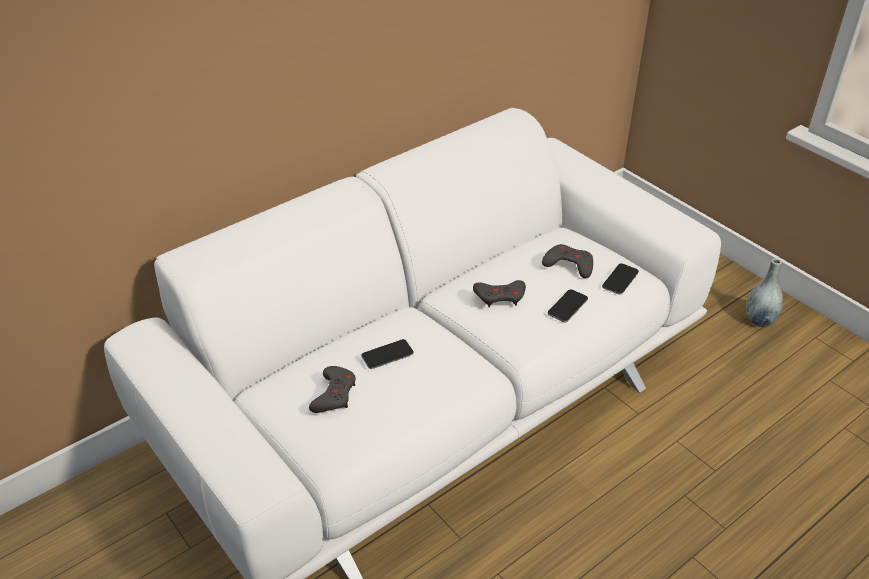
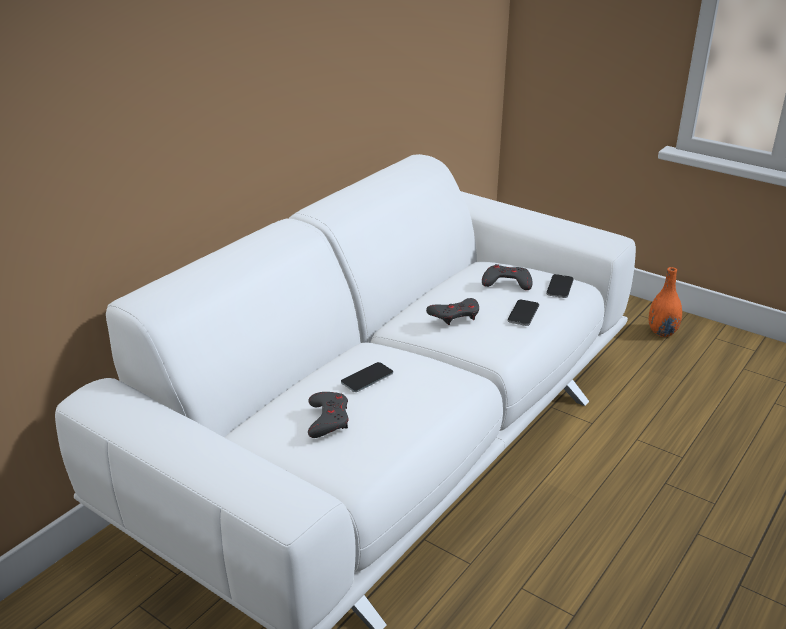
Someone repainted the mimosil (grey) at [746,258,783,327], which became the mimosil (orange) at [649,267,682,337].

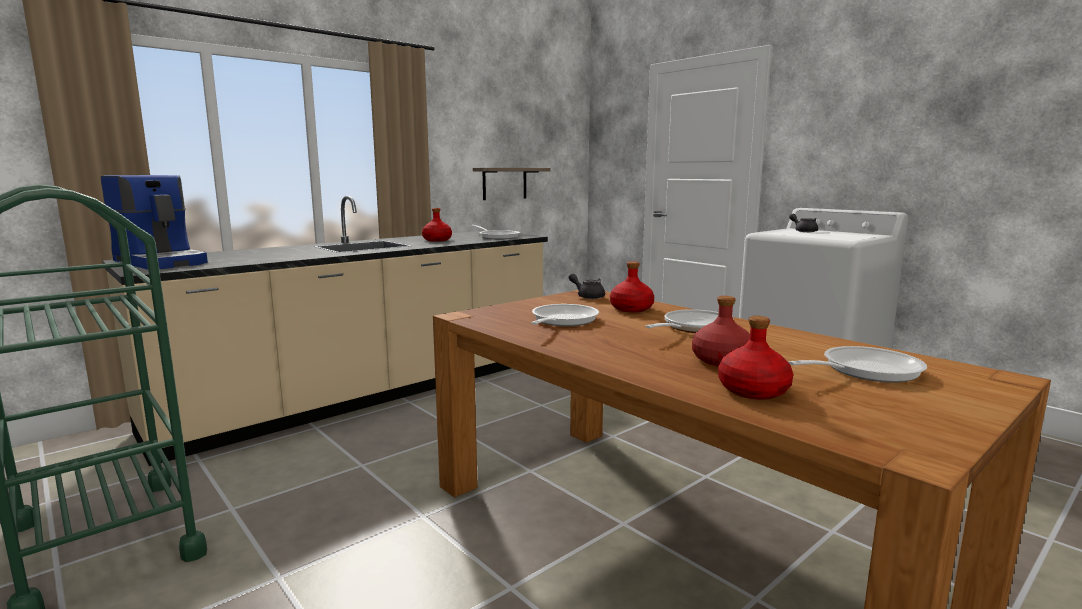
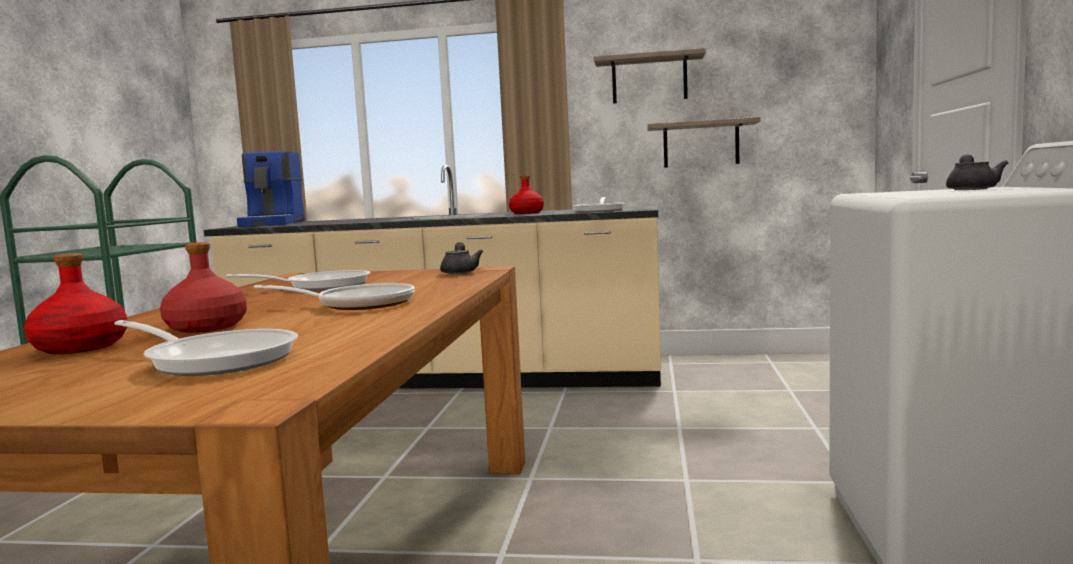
Someone took away the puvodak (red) at [610,261,654,312].
Someone put up the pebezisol at [594,48,706,104].

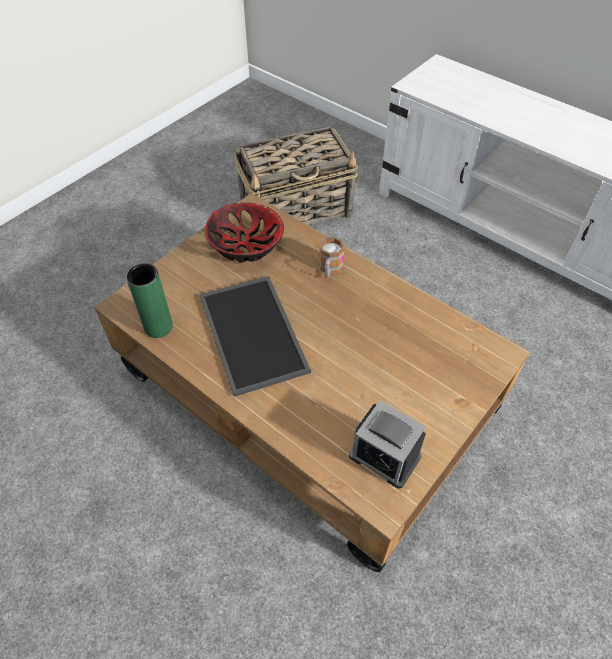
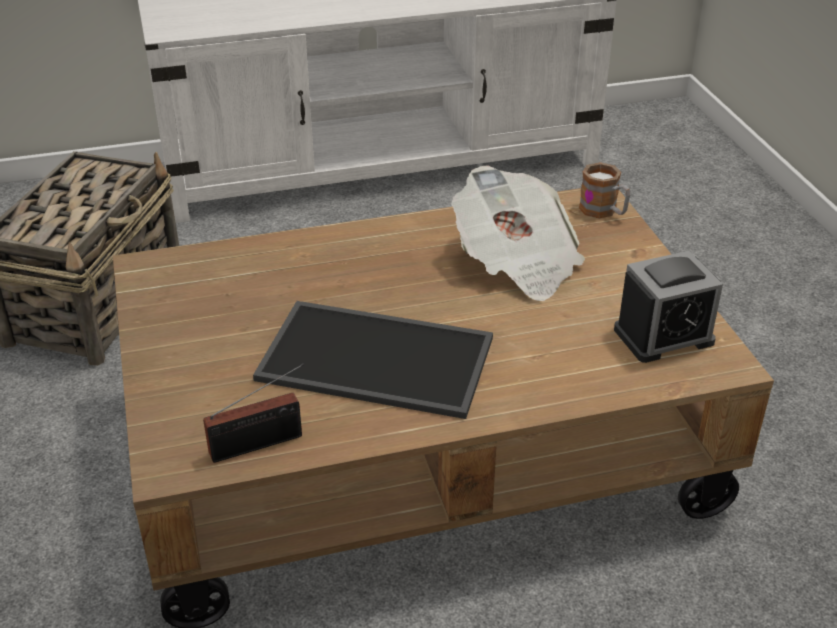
Someone swapped the mimosil (green) at [126,263,173,338] for the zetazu at [203,364,304,463].
Someone took away the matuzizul at [205,203,284,263].
Someone carried the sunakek from [319,237,345,278] to [579,162,631,218].
Someone put down the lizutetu at [452,166,585,301].

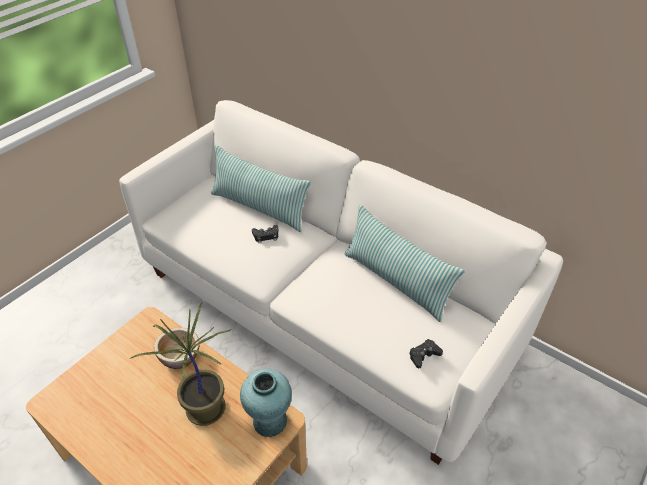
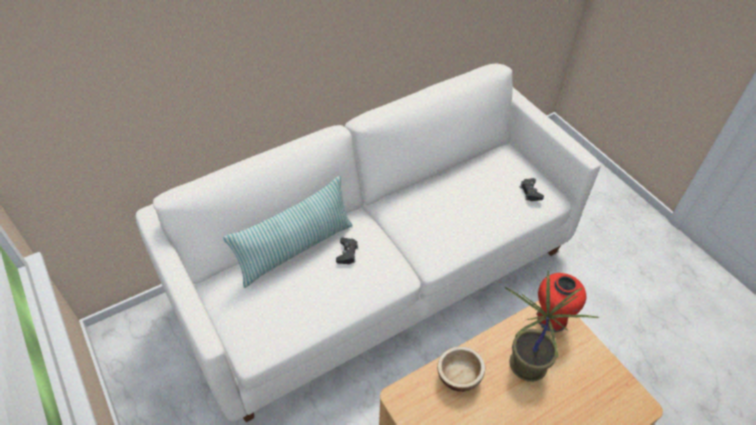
Someone repainted the mimosil (turquoise) at [240,369,292,437], which became the mimosil (red) at [537,273,586,332].
Someone took away the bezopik at [344,205,465,322].

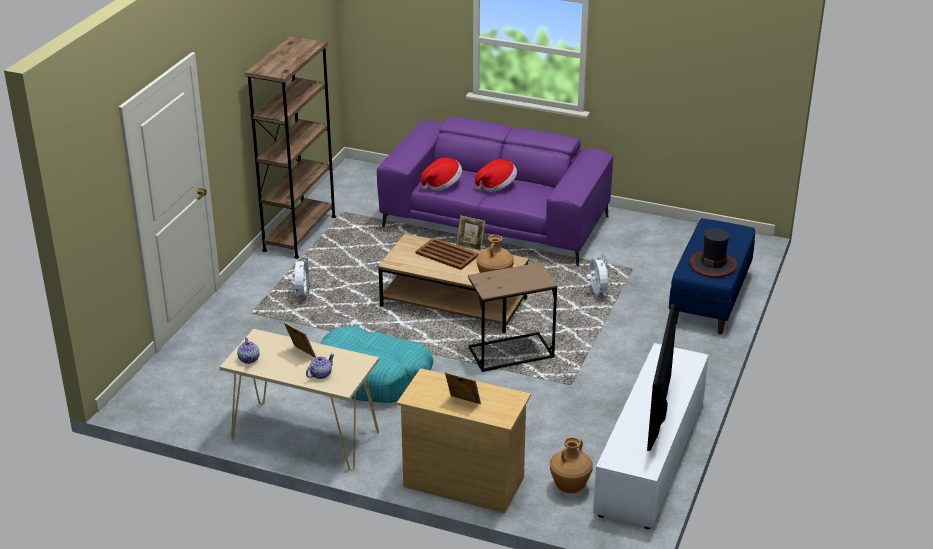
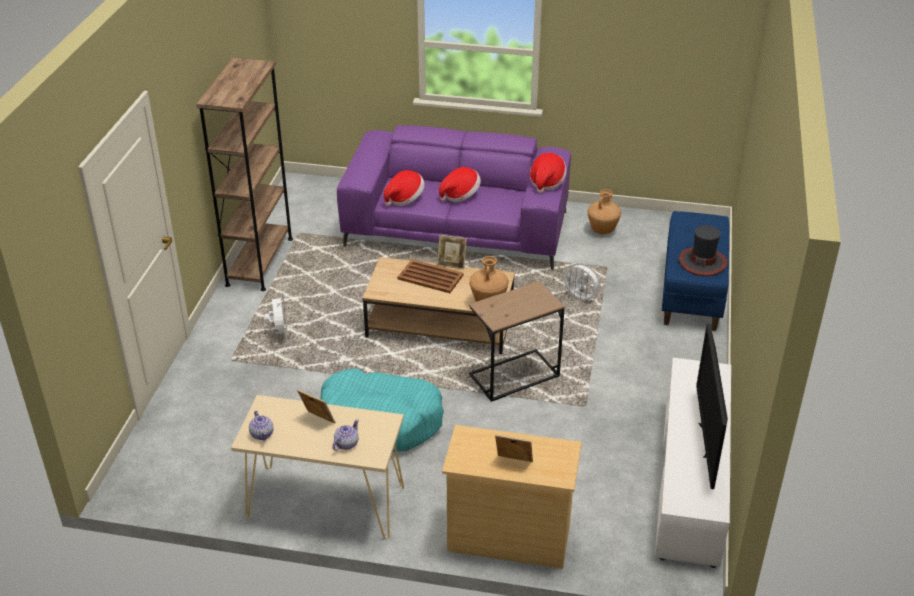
Someone carried the mimosil (brown) from [550,437,593,493] to [587,190,621,234].
Someone rotated the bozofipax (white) at [586,256,612,297] by 150 degrees clockwise.
Someone put down the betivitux at [530,153,567,193].

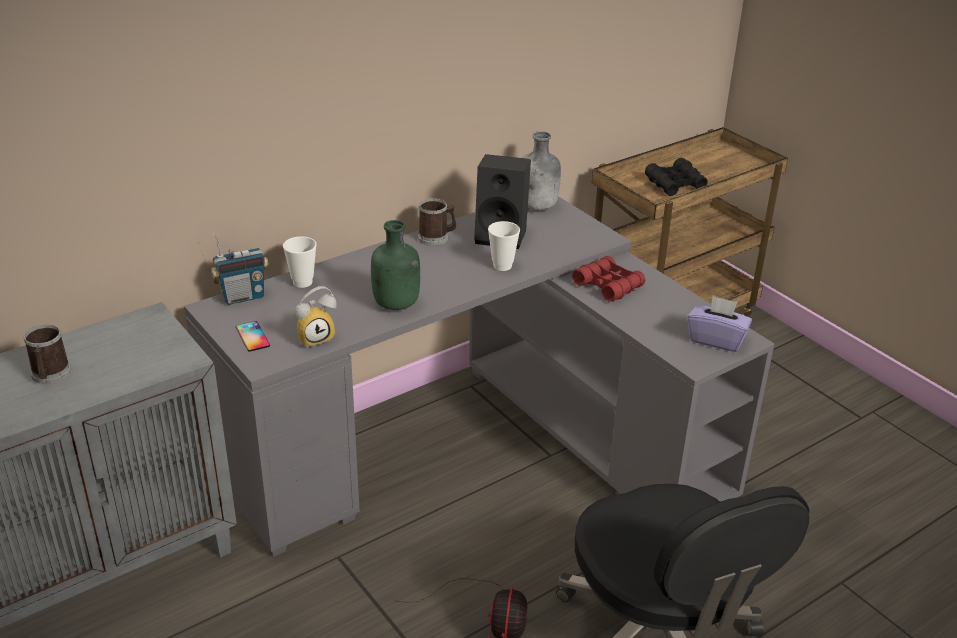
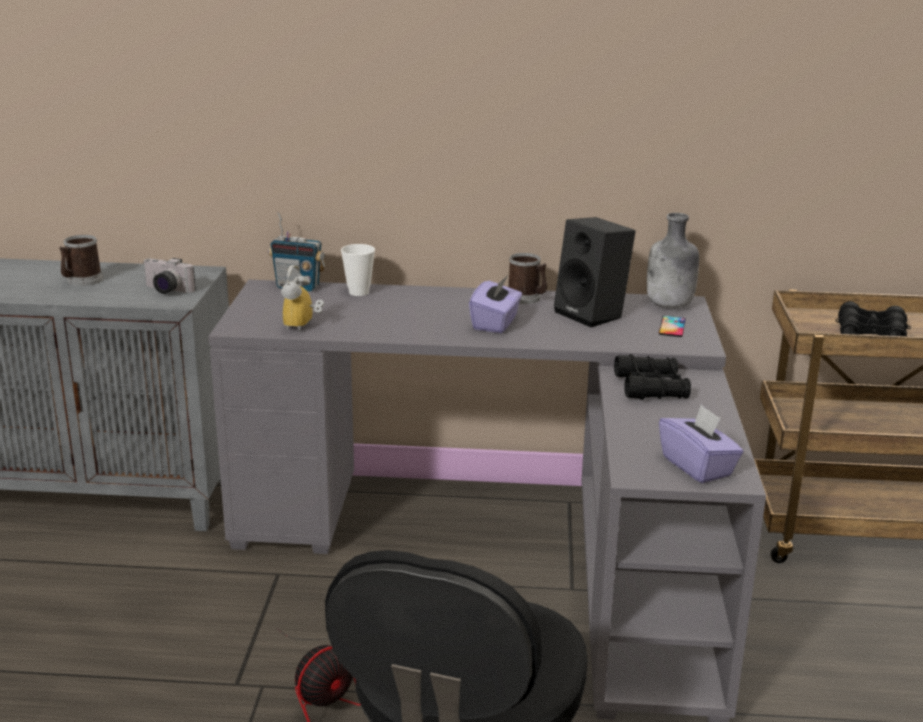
Someone carried the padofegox from [236,321,270,352] to [659,316,686,337].
Someone rotated the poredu at [294,286,337,348] by 90 degrees clockwise.
Someone took away the puvodak (green) at [371,220,420,310].
Someone took away the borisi at [488,221,520,271].
Someone repainted the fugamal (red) at [572,256,646,302], which became the fugamal (black) at [614,354,691,400].
Someone put down the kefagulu at [144,258,196,294].
Someone put down the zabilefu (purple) at [469,275,522,333].

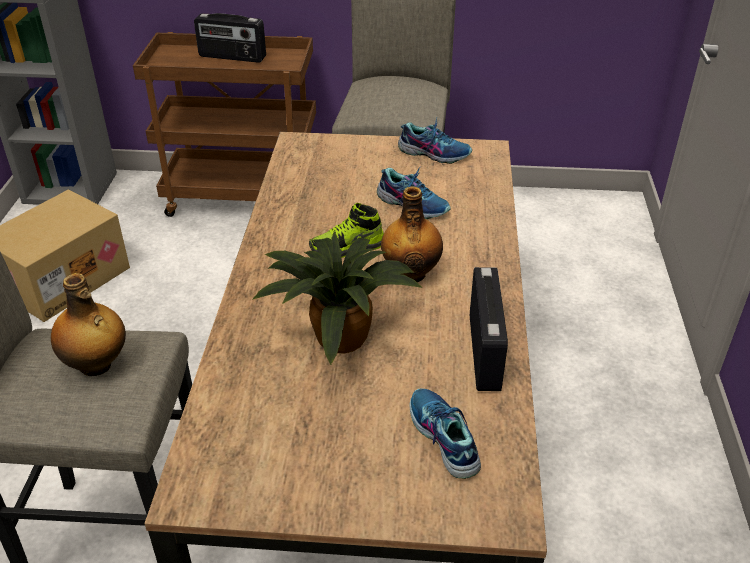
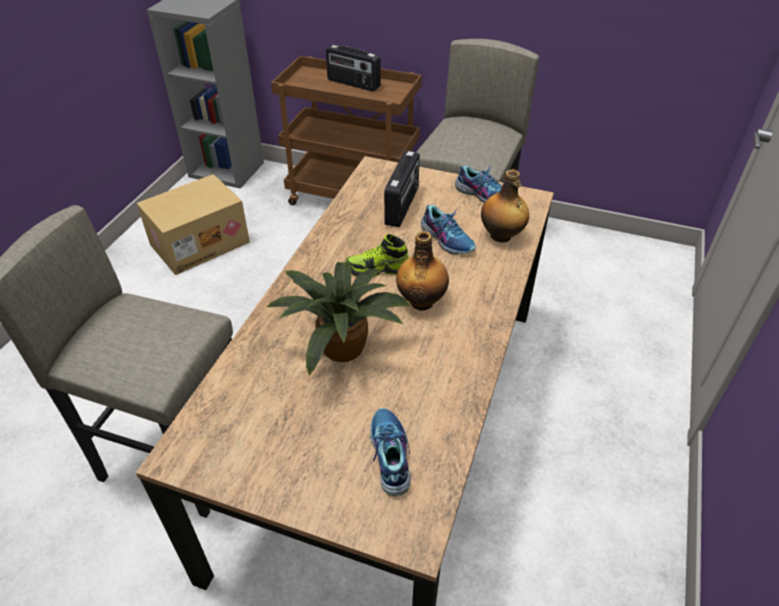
Someone carried the puvodak from [51,273,126,376] to [481,169,529,242].
Someone carried the zetazu from [470,267,508,391] to [384,151,420,227].

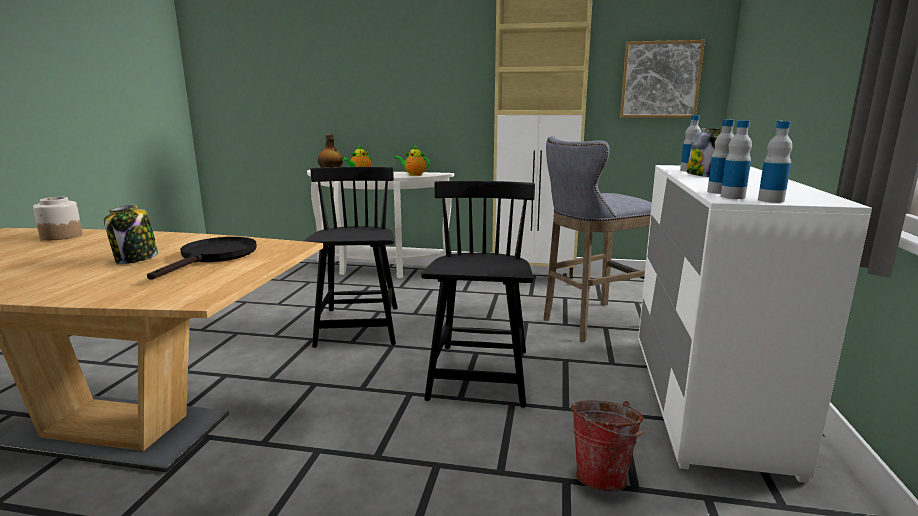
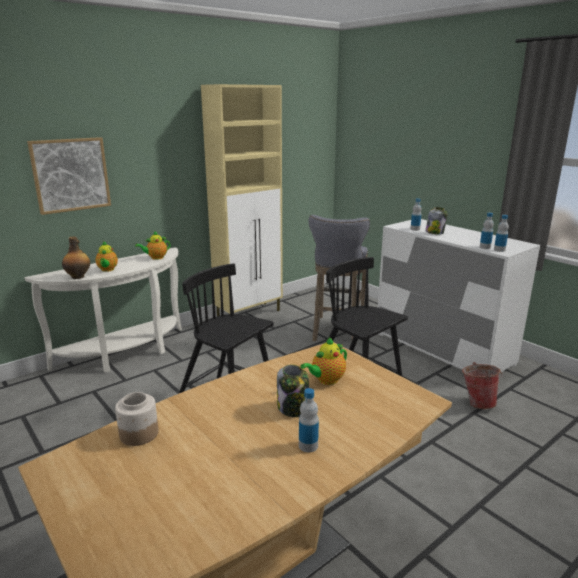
Someone swapped the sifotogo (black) at [147,237,257,280] for the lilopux at [301,337,347,385].
Someone carried the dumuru from [620,40,705,118] to [27,137,111,215].
Someone carried the puvodak from [758,121,792,203] to [299,388,319,452].

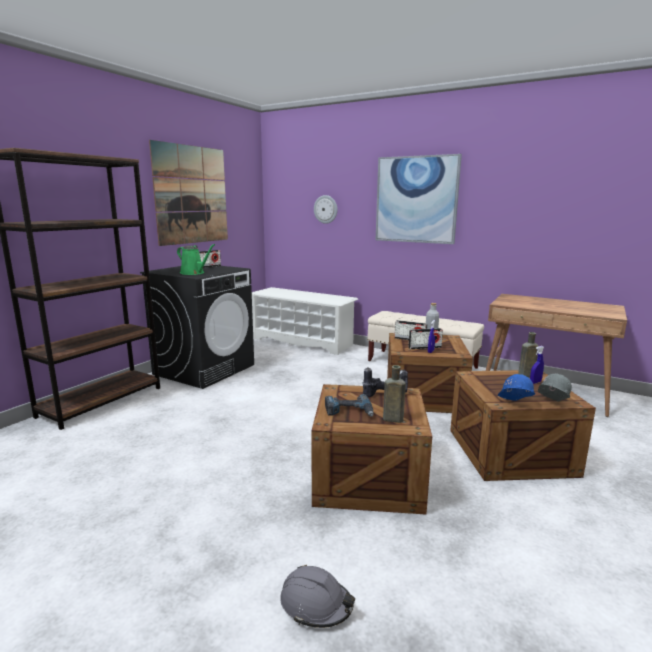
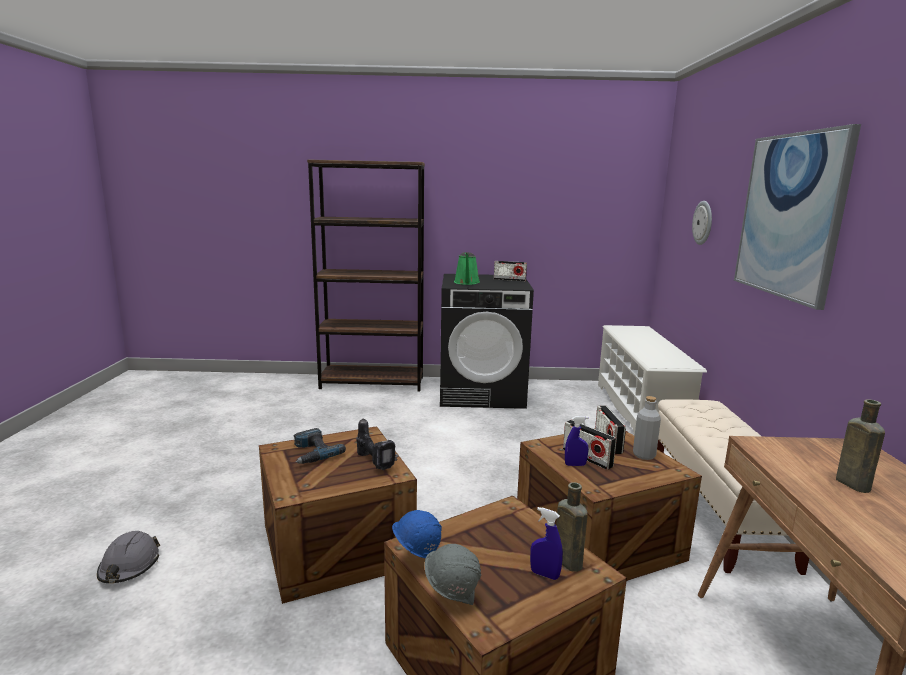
Someone took away the dumuru at [149,140,228,246].
Someone carried the puvodak (brown) from [383,365,406,423] to [836,399,885,493].

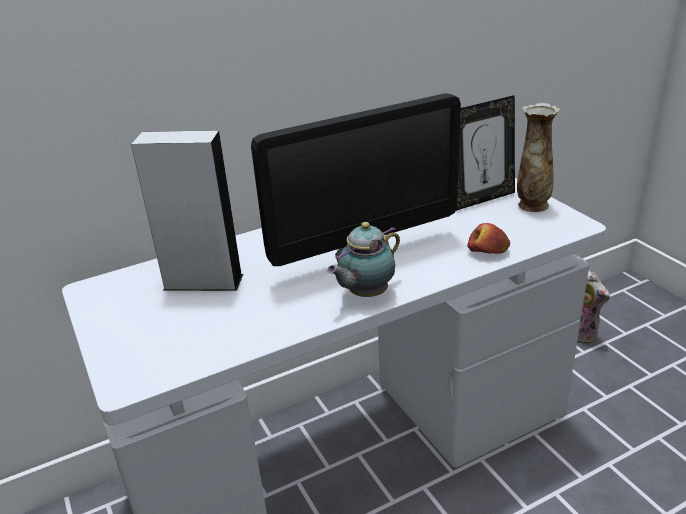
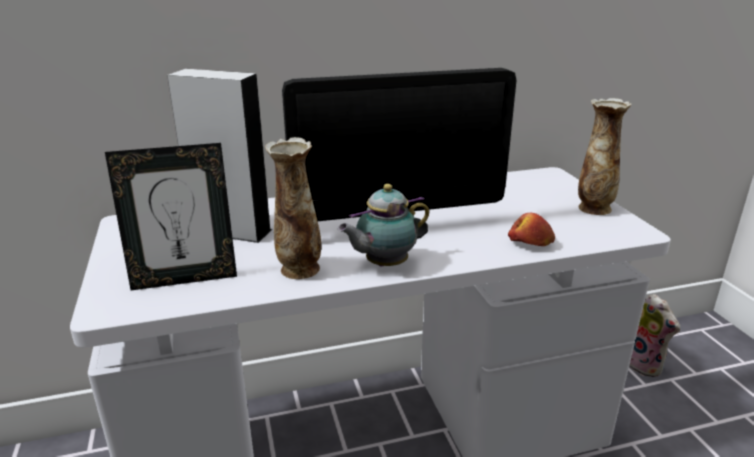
Someone carried the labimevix from [456,95,515,211] to [105,143,237,290].
Someone put down the mimosil at [265,137,321,279].

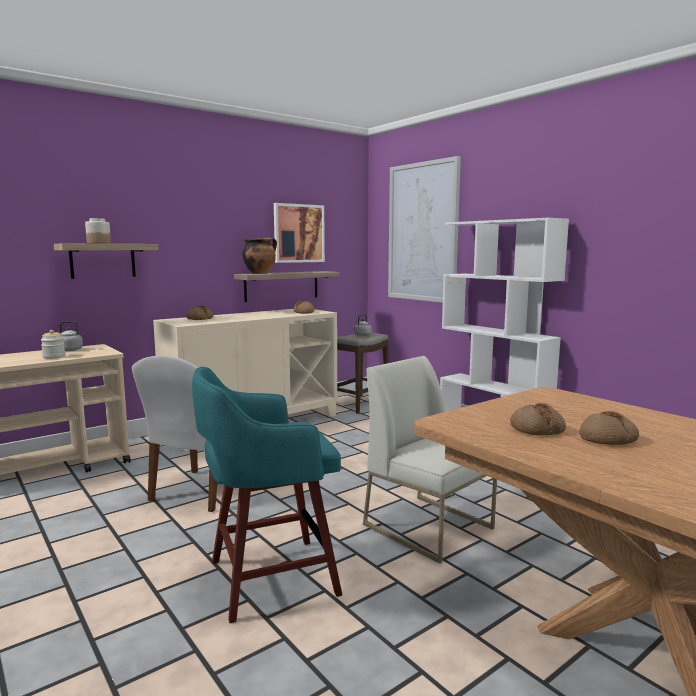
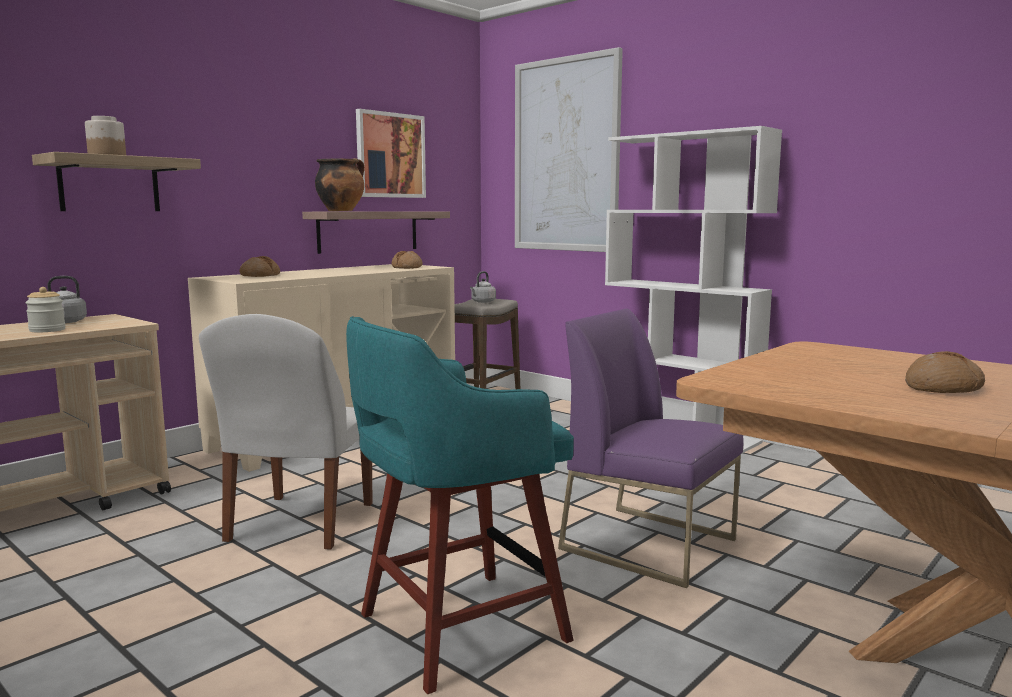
Someone repainted the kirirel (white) at [363,356,497,564], which became the kirirel (purple) at [558,309,744,588].
Someone took away the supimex at [510,403,566,435].

